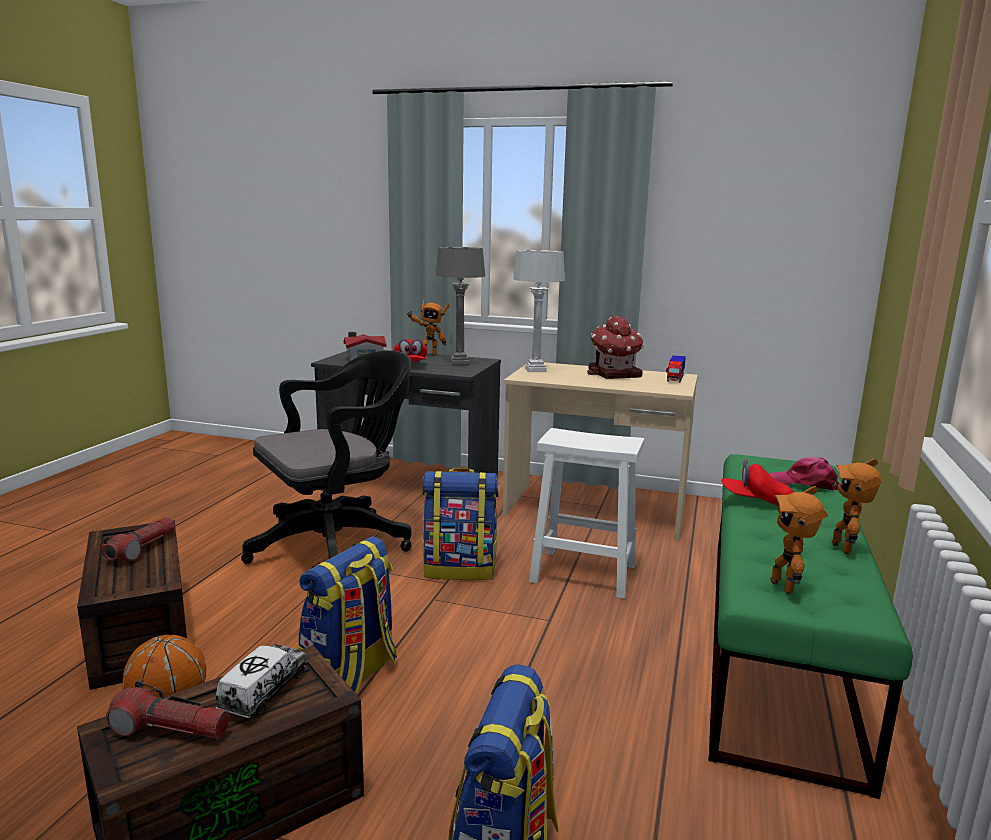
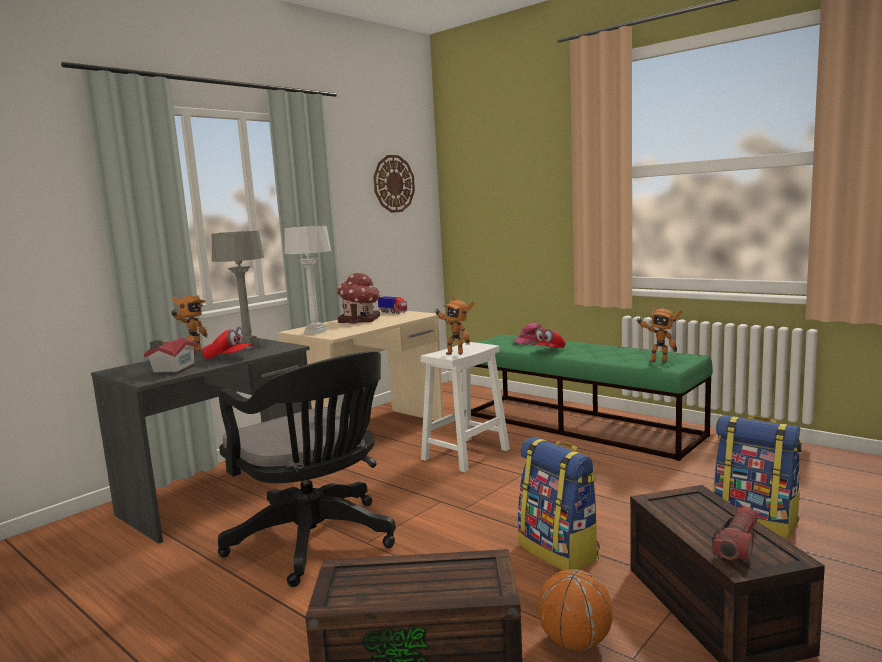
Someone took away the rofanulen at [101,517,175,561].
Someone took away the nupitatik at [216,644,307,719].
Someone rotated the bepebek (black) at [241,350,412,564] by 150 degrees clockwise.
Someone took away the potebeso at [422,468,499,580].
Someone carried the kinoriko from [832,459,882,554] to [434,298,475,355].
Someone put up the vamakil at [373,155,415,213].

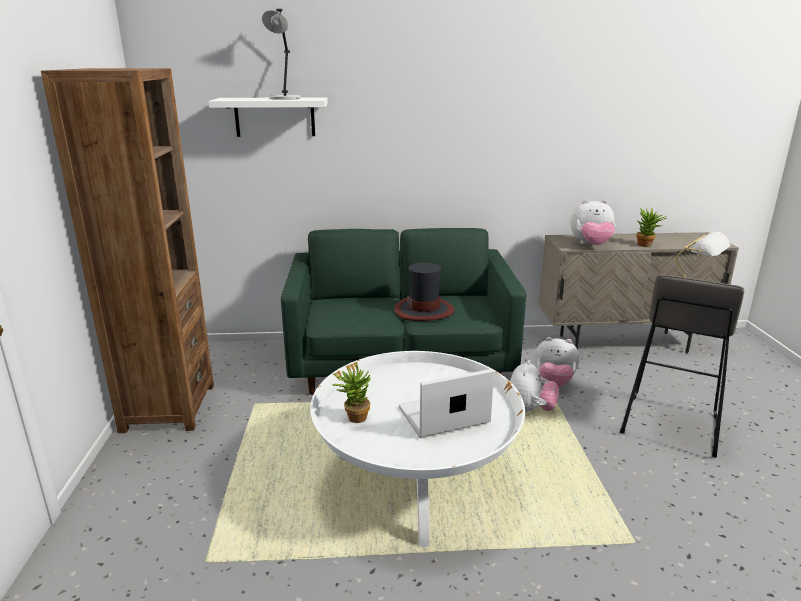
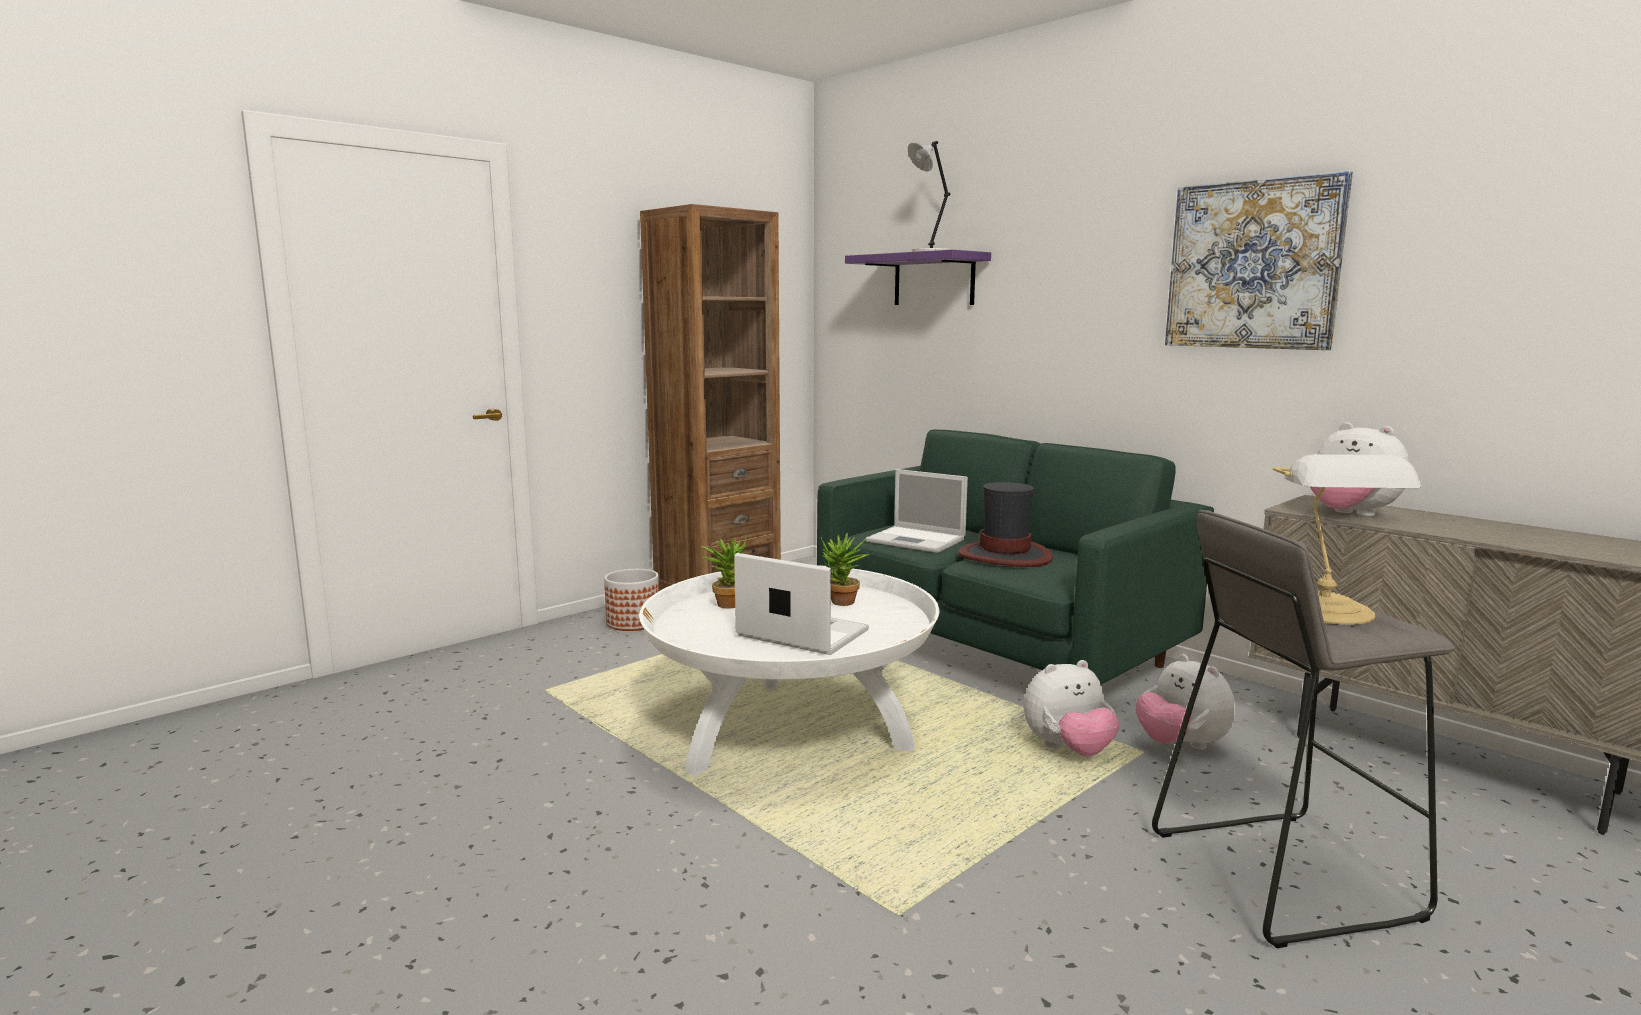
Someone repainted the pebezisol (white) at [208,97,328,137], which became the pebezisol (purple) at [845,250,991,305].
Someone carried the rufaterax from [636,207,666,247] to [821,533,869,606].
Someone put down the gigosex at [604,569,659,631].
Someone put down the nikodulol at [865,469,968,553].
Someone put up the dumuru at [1165,171,1353,350].

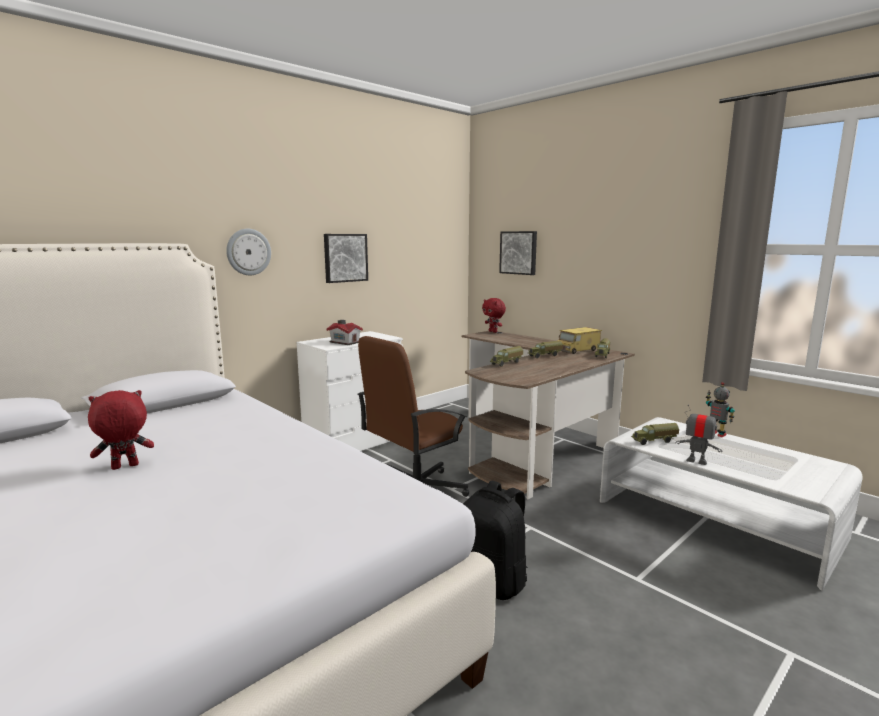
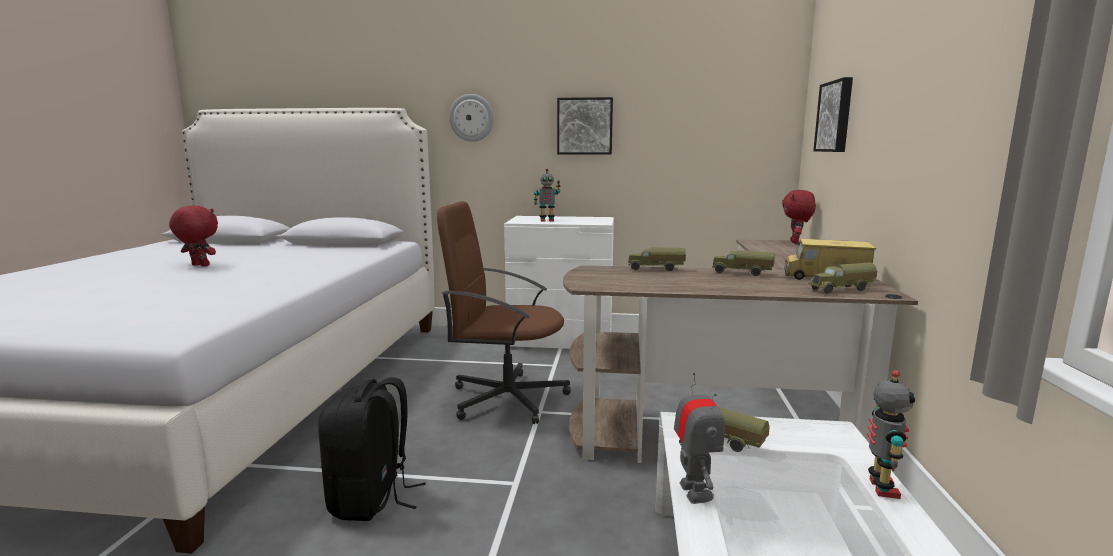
Someone swapped the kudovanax at [327,320,363,345] for the kinoriko at [534,168,560,222].

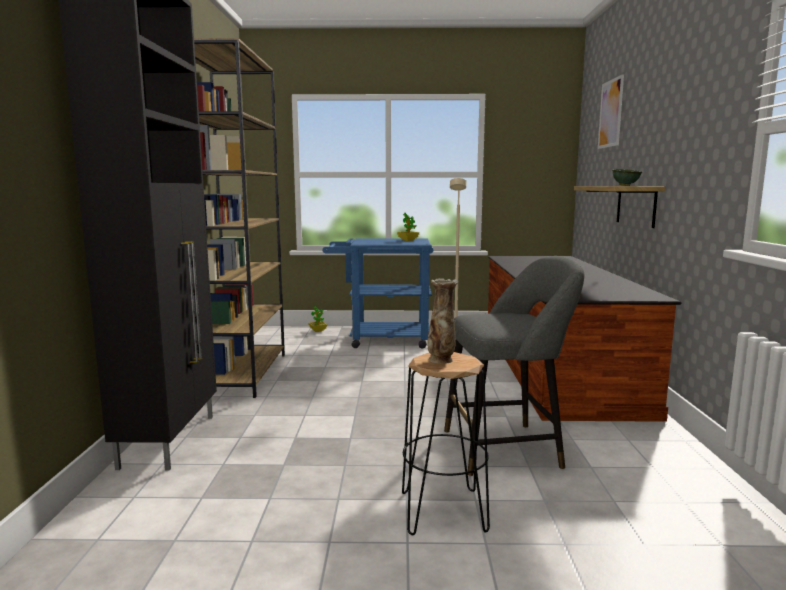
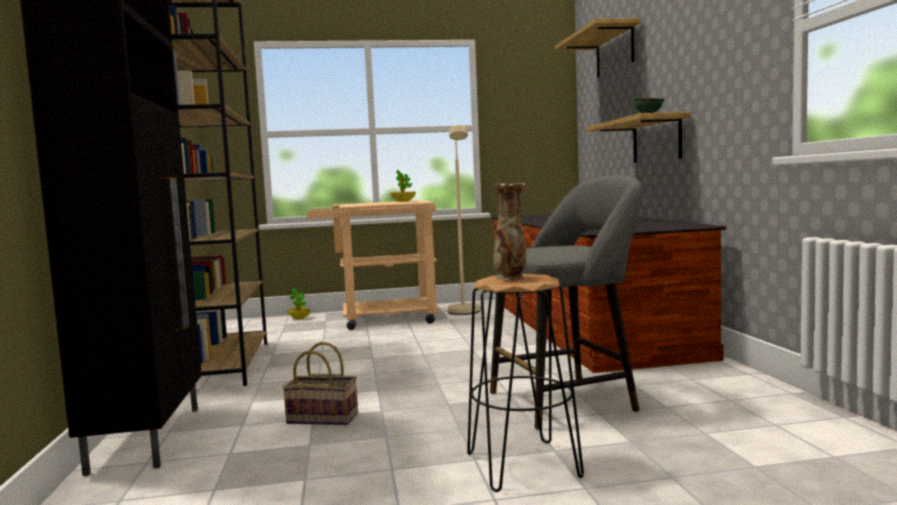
Someone repainted the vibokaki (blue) at [323,238,433,349], which became the vibokaki (beige) at [306,200,440,330].
Someone swapped the dumuru at [598,74,624,149] for the pebezisol at [555,18,640,78].
Someone put down the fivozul at [282,342,358,425].

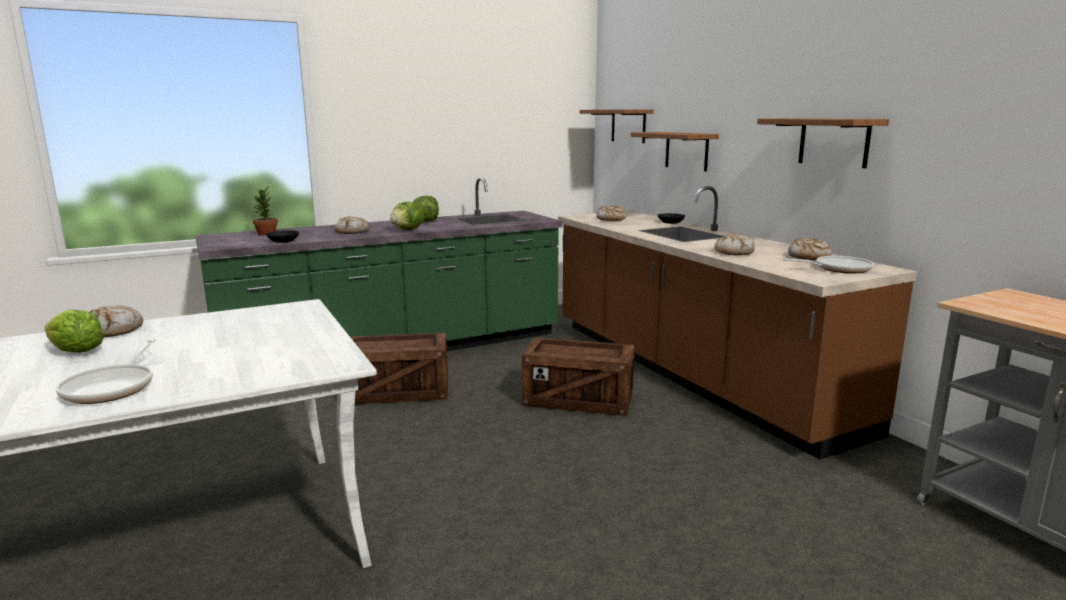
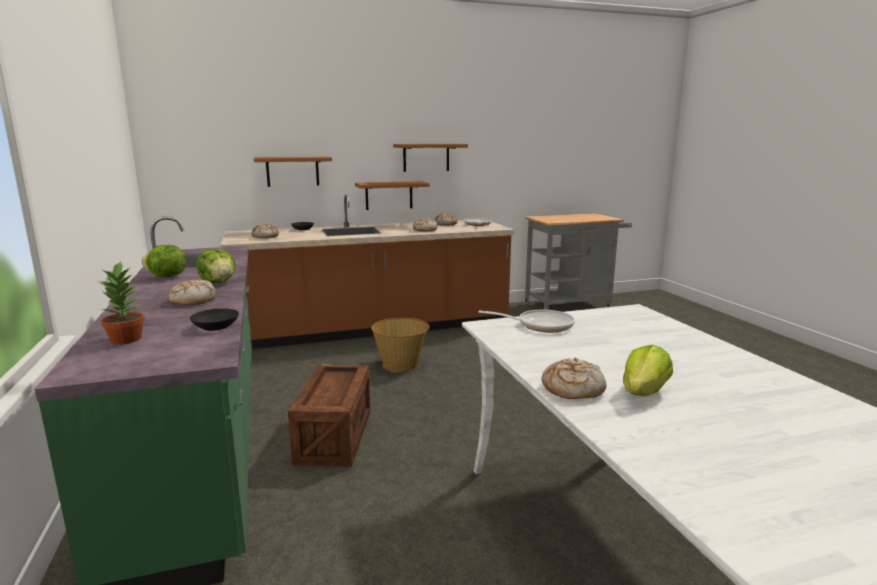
Someone carried the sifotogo from [56,339,155,404] to [479,310,575,332].
Someone swapped the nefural at [522,337,634,416] for the fivozul at [371,318,429,372].
Someone carried the pebezisol from [580,109,654,143] to [355,181,429,210].

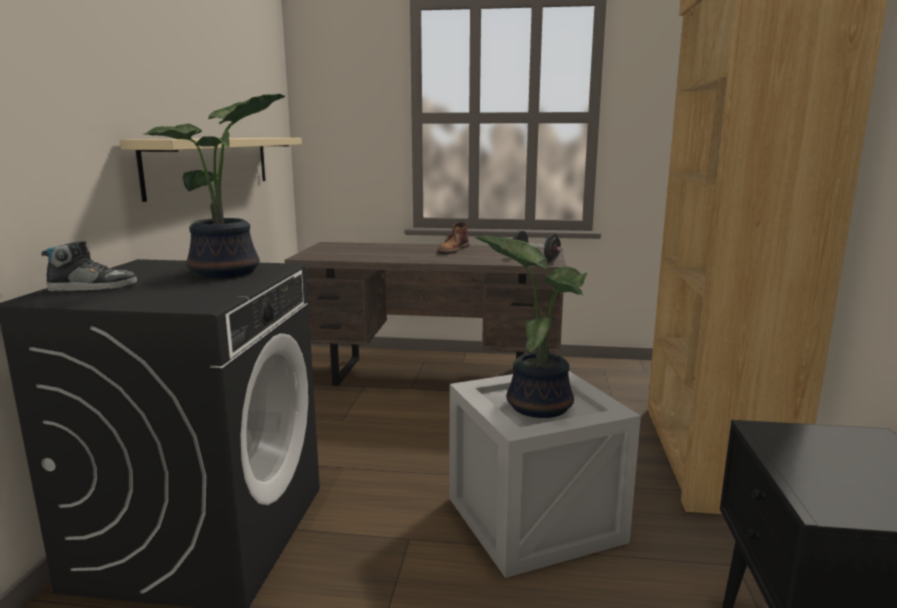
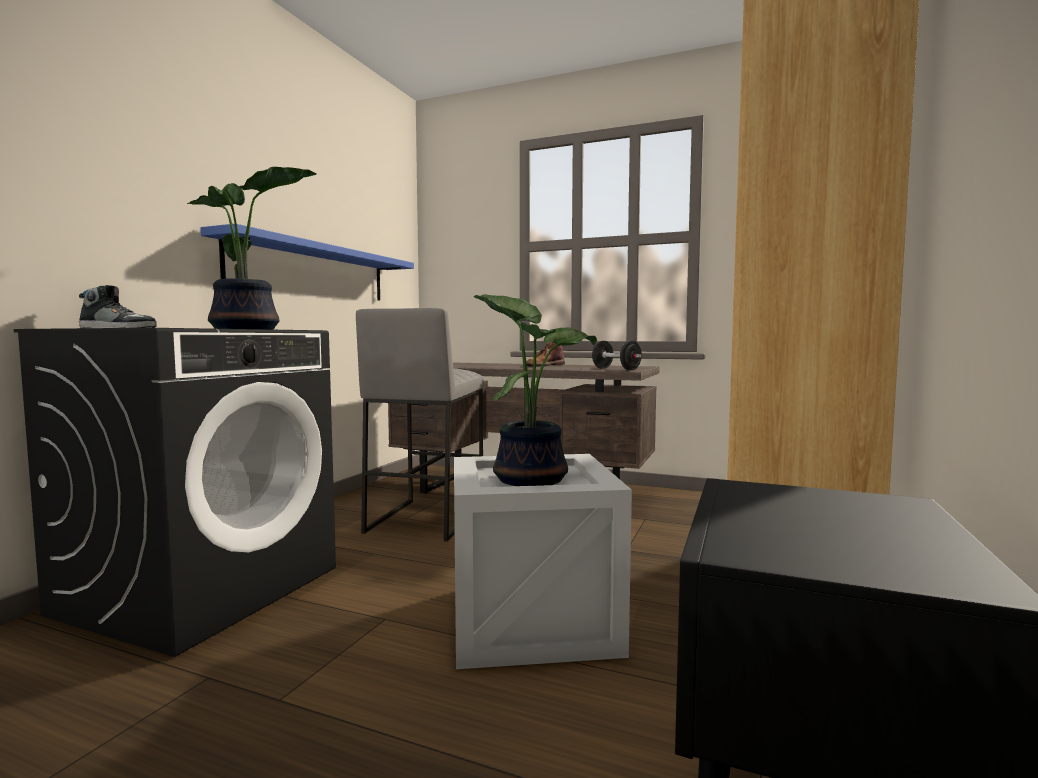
Someone repainted the pebezisol (beige) at [120,138,302,202], which became the pebezisol (blue) at [201,224,414,301].
Someone put down the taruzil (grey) at [356,308,484,542].

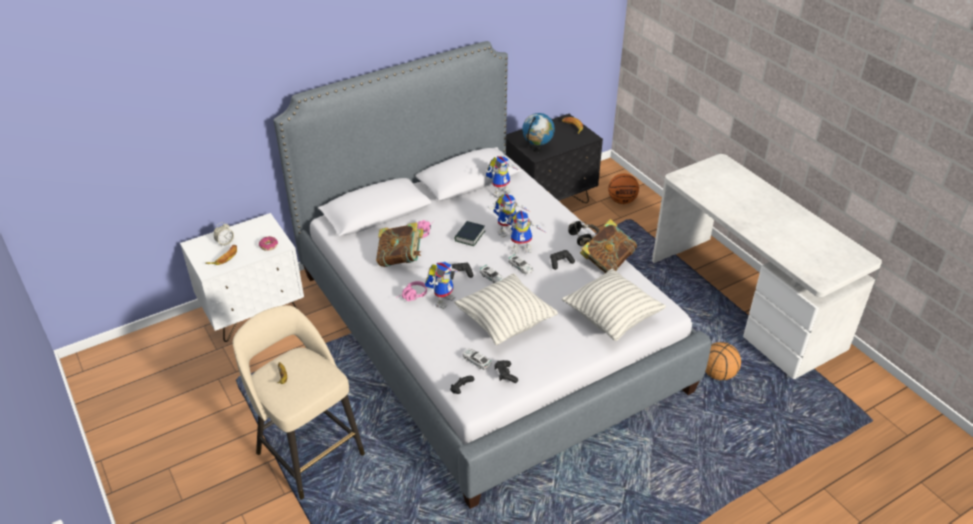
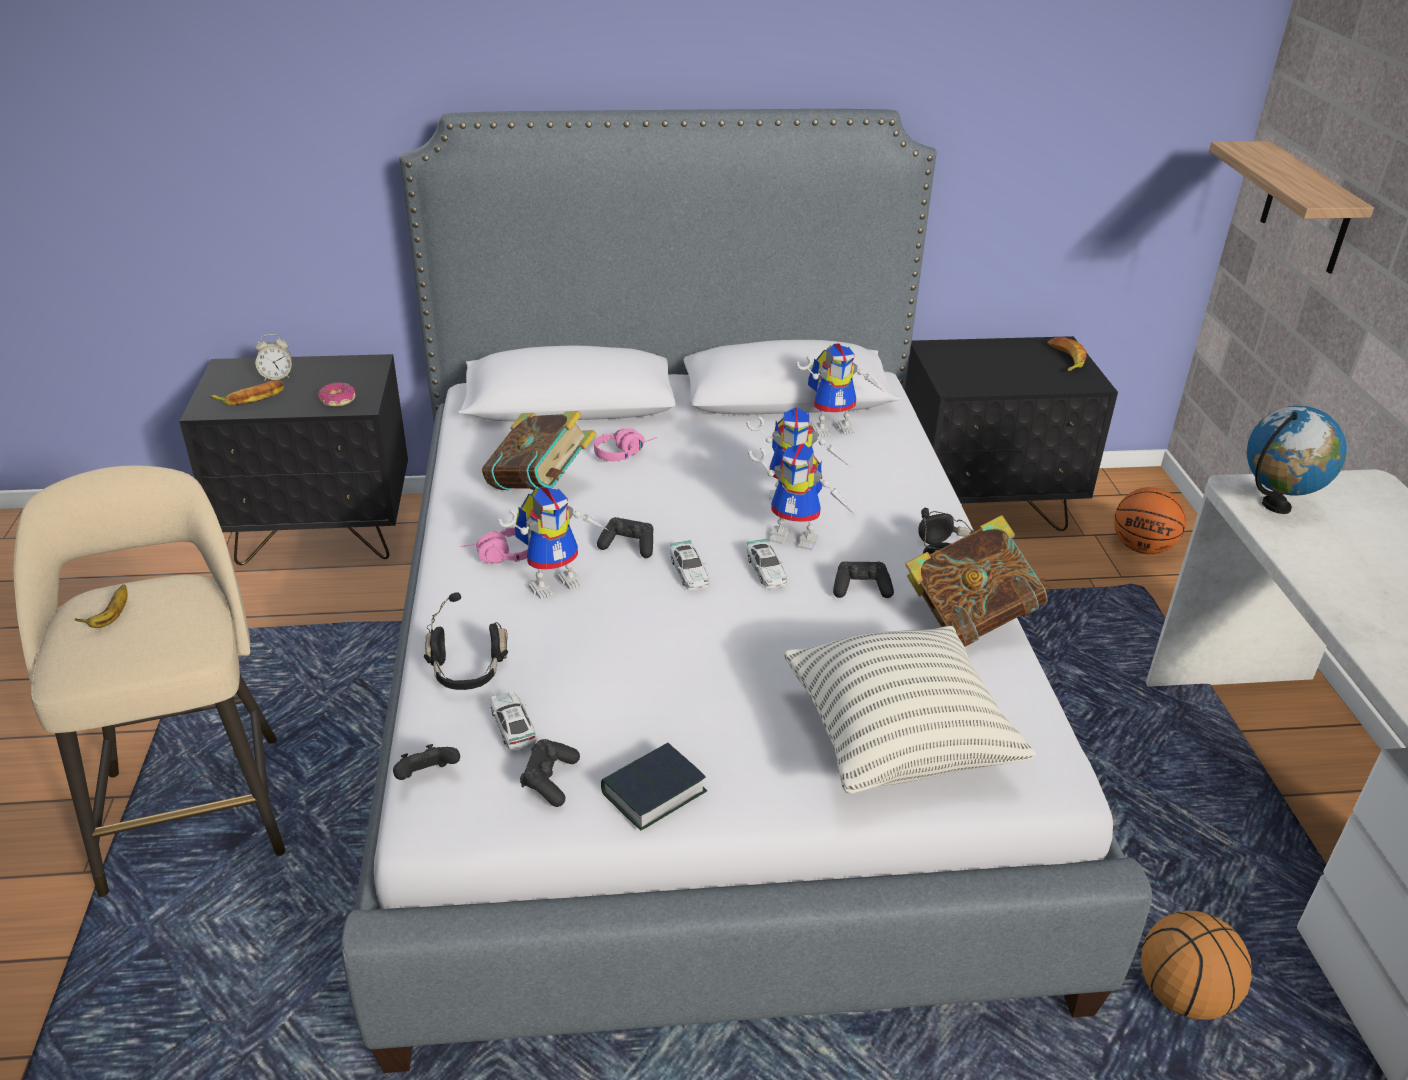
Someone repainted the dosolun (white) at [180,213,304,342], which became the dosolun (black) at [179,354,408,565].
Someone took away the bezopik at [454,273,558,346].
Someone carried the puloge from [455,221,485,246] to [601,743,707,830].
Someone carried the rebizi from [522,113,555,152] to [1247,406,1347,514].
Someone put down the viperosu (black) at [424,592,508,690].
Someone put up the pebezisol at [1209,141,1374,274].

